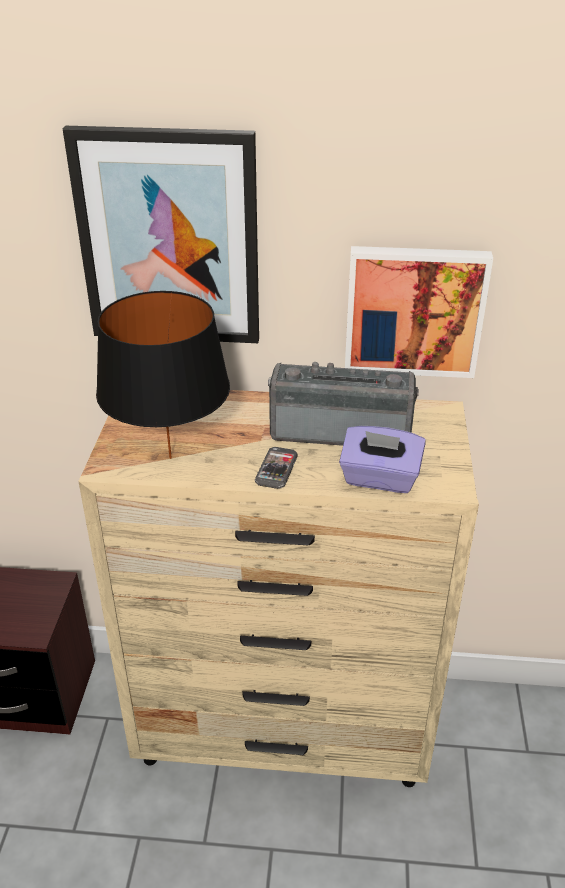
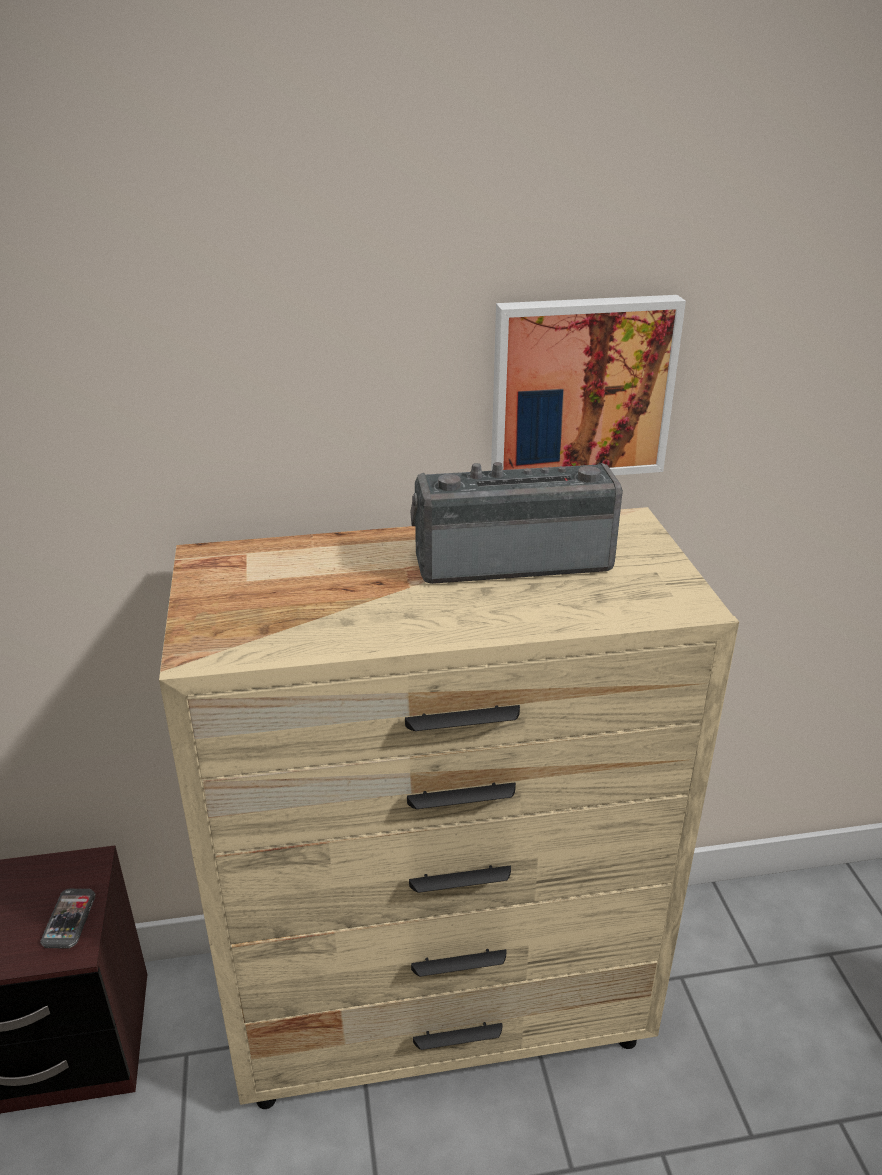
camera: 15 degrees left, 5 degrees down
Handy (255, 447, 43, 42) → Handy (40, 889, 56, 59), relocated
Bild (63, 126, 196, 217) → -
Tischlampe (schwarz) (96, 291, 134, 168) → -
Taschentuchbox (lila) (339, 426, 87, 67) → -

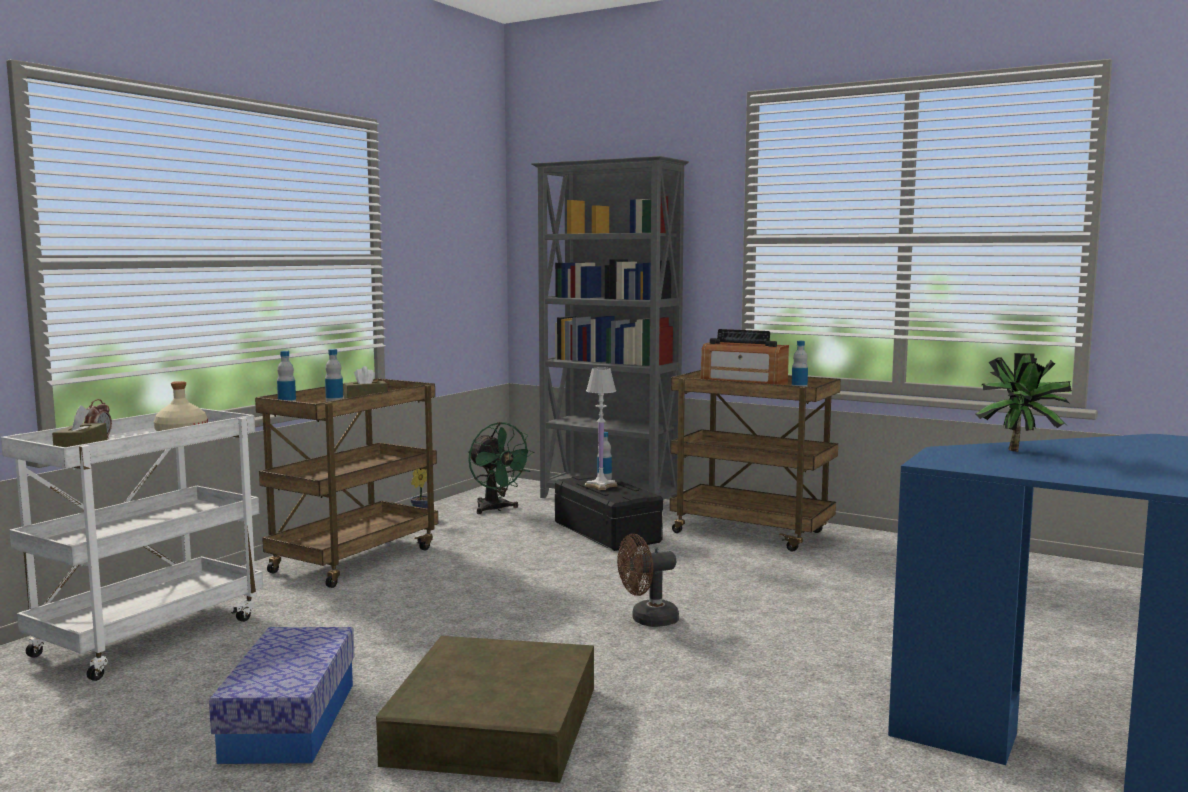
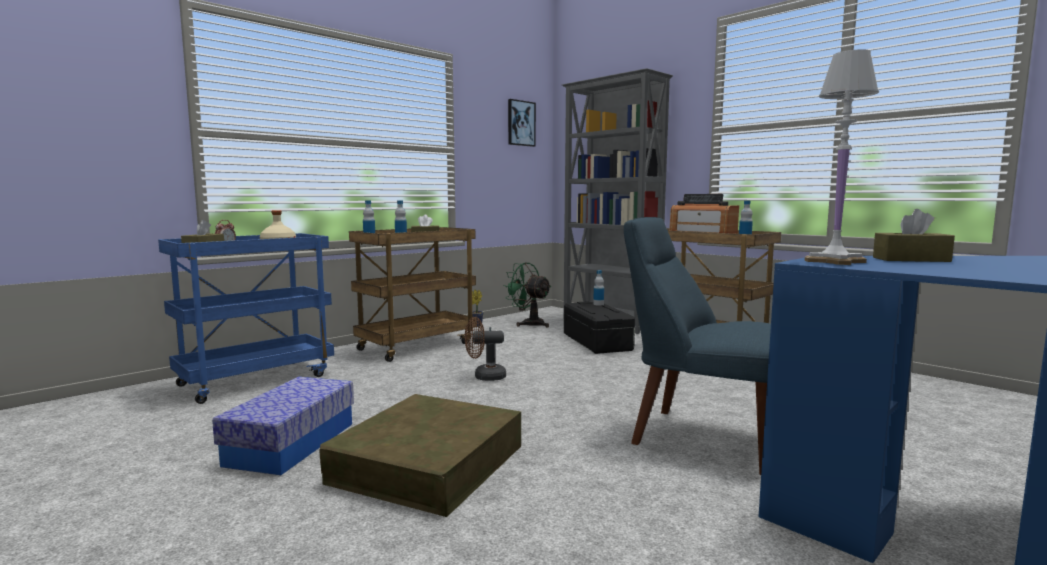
camera: 15 degrees right, 0 degrees up
Rollwagen (weiß) (1, 408, 262, 273) → Rollwagen (blau) (158, 233, 176, 171)
Ventilator (braun) (617, 534, 62, 93) → Ventilator (braun) (465, 317, 41, 64), relocated
Ventilator (grün) (468, 422, 66, 92) → Ventilator (grün) (503, 262, 49, 66), 150 degrees clockwise
- → Bild (508, 99, 28, 48)
- → Stuhl (blau) (624, 217, 147, 258)
Tischlampe (weiß) (585, 368, 32, 122) → Tischlampe (weiß) (804, 49, 75, 216), relocated
Topfpflanze (972, 353, 100, 99) → Taschentuchbox (braun) (873, 209, 82, 53)

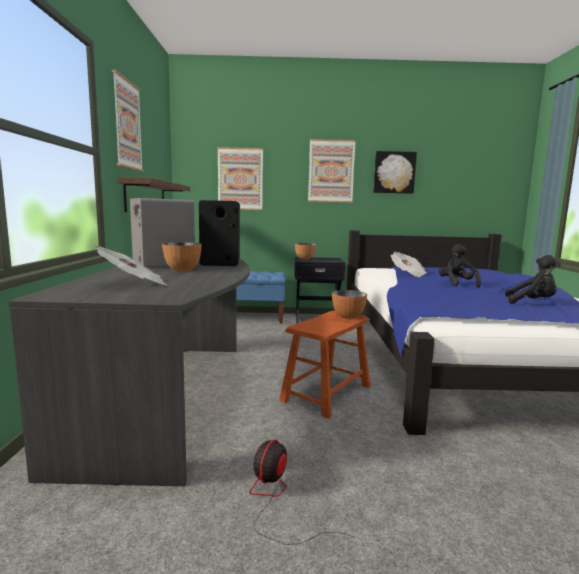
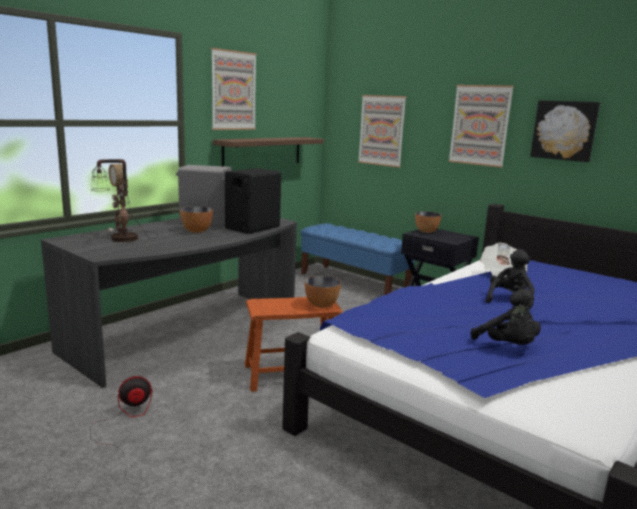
camera: 40 degrees right, 5 degrees up
Zeitung (92, 245, 76, 41) → Tischlampe (91, 159, 67, 83)

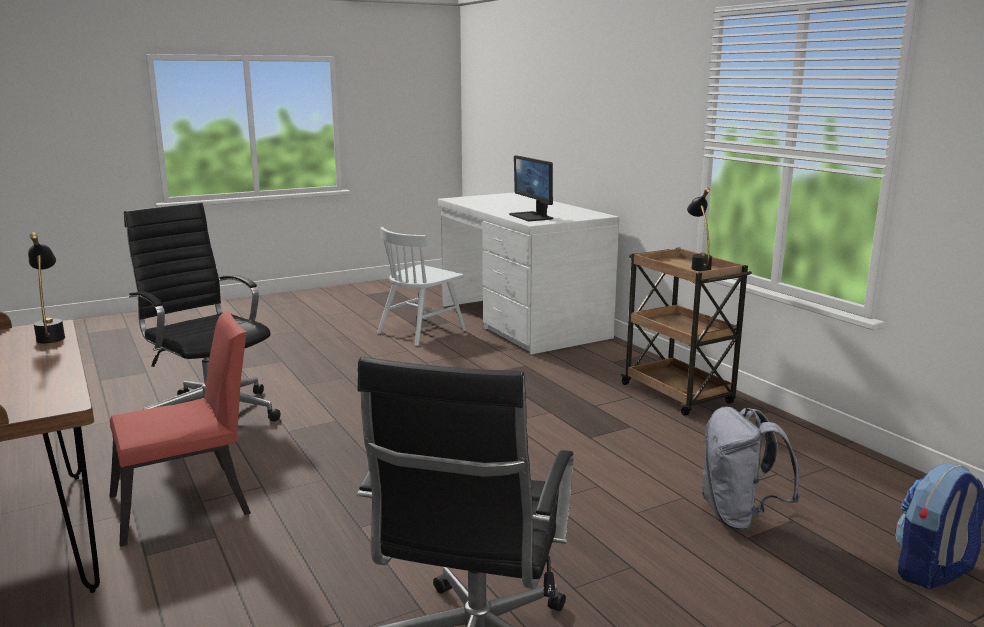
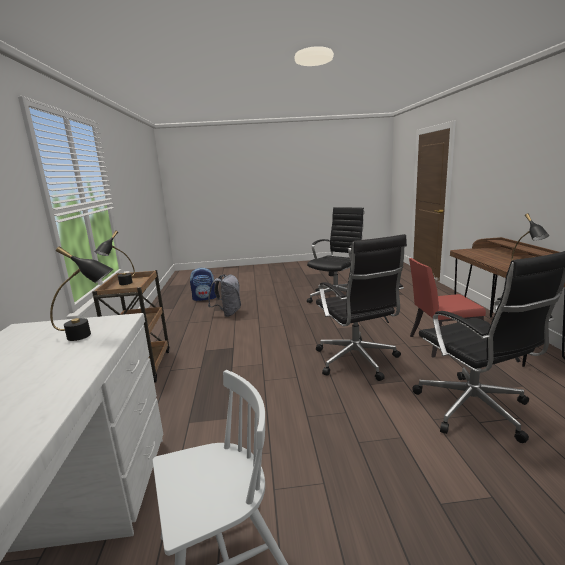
camera: 155 degrees left, 0 degrees up
Monitor (509, 155, 44, 66) → Tischlampe (schwarz) (50, 246, 63, 95)
- → Bürostuhl (schwarz) (316, 234, 91, 147)

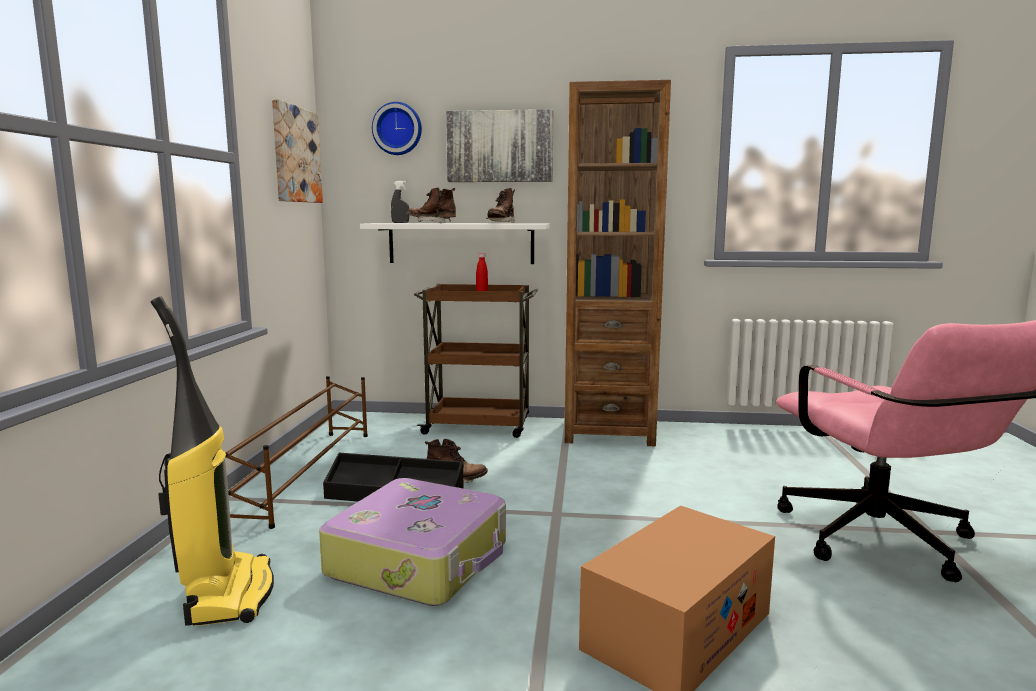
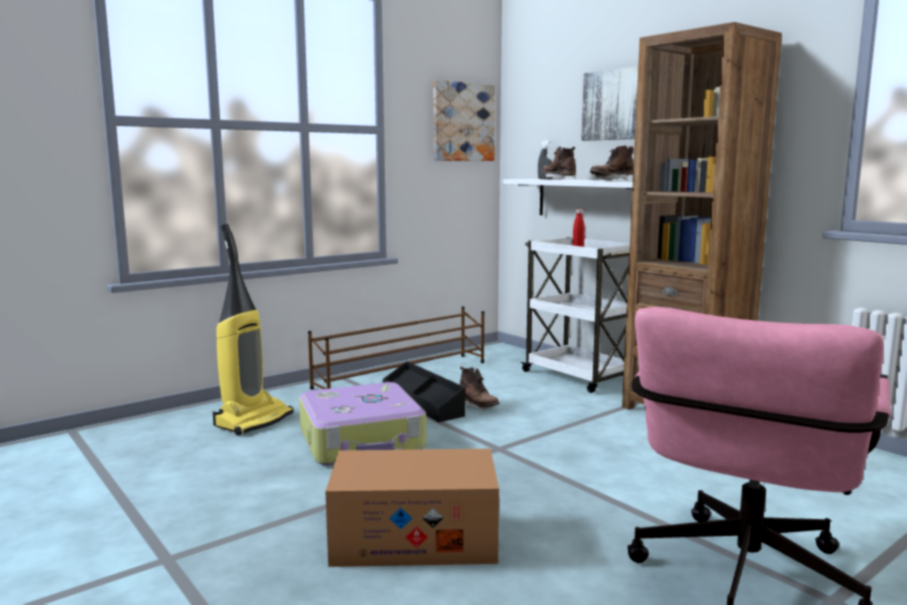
camera: 45 degrees right, 0 degrees up
Rollwagen (braun) (414, 284, 124, 154) → Rollwagen (weiß) (520, 237, 110, 156)
Wanduhr (372, 102, 50, 53) → -

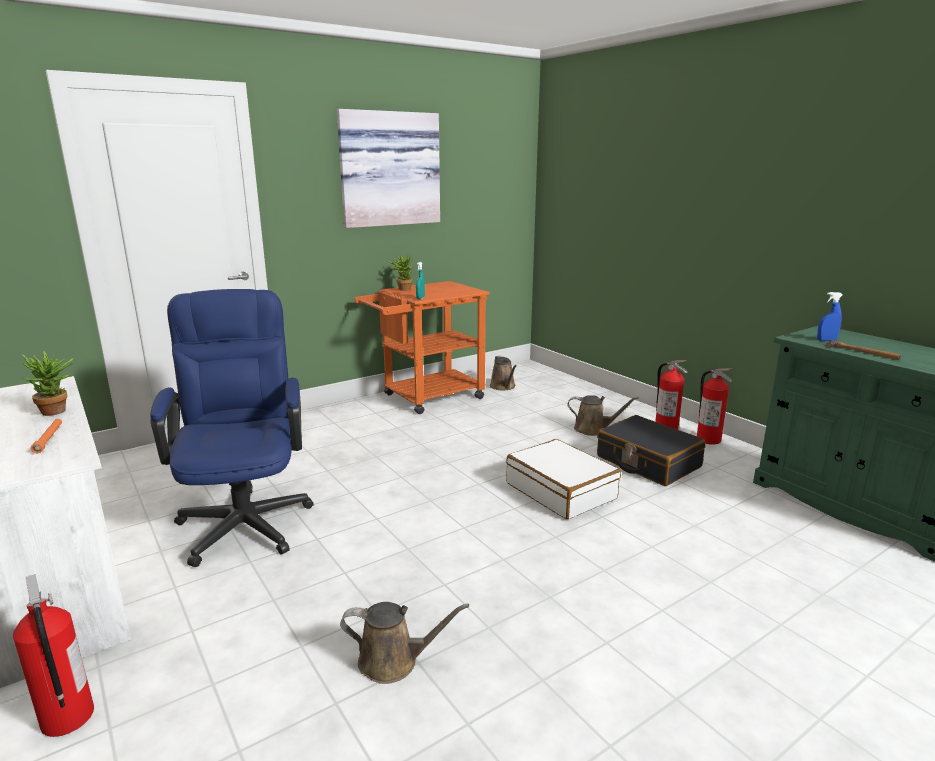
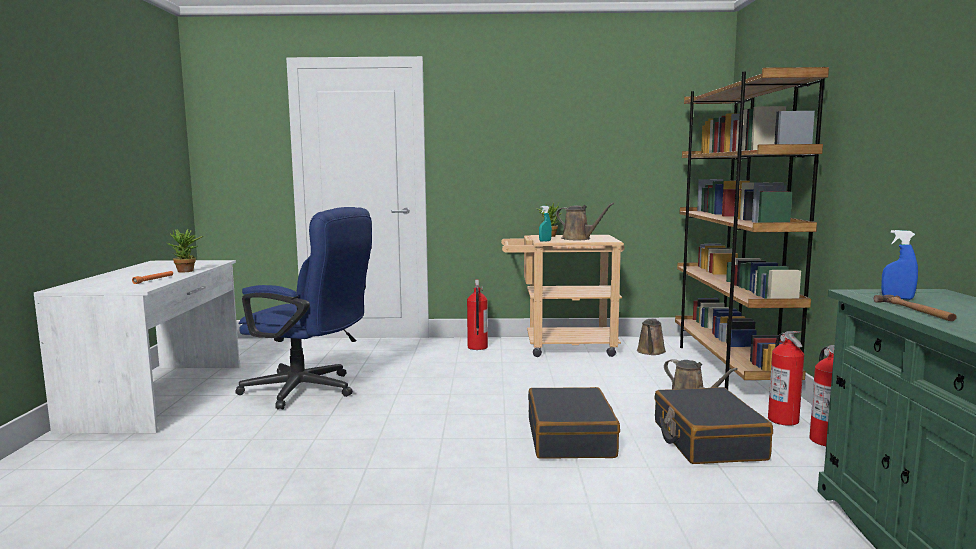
camera: 35 degrees right, 10 degrees down
Bürostuhl (blau) (150, 289, 163, 278) → Bürostuhl (blau) (235, 207, 137, 203), 90 degrees clockwise
Feuerlöscher (13, 574, 81, 163) → Feuerlöscher (467, 279, 21, 71), relocated
Rollwagen (orange) (354, 281, 136, 133) → Rollwagen (beige) (501, 235, 124, 122)
Koffer (weiß) (506, 439, 115, 80) → Koffer (schwarz) (528, 387, 92, 72)
Gießkanne (braun) (340, 602, 129, 82) → Gießkanne (braun) (556, 203, 58, 37), relocated
- → Bücherregal (braun) (675, 67, 154, 322)
Bild (337, 109, 103, 119) → -

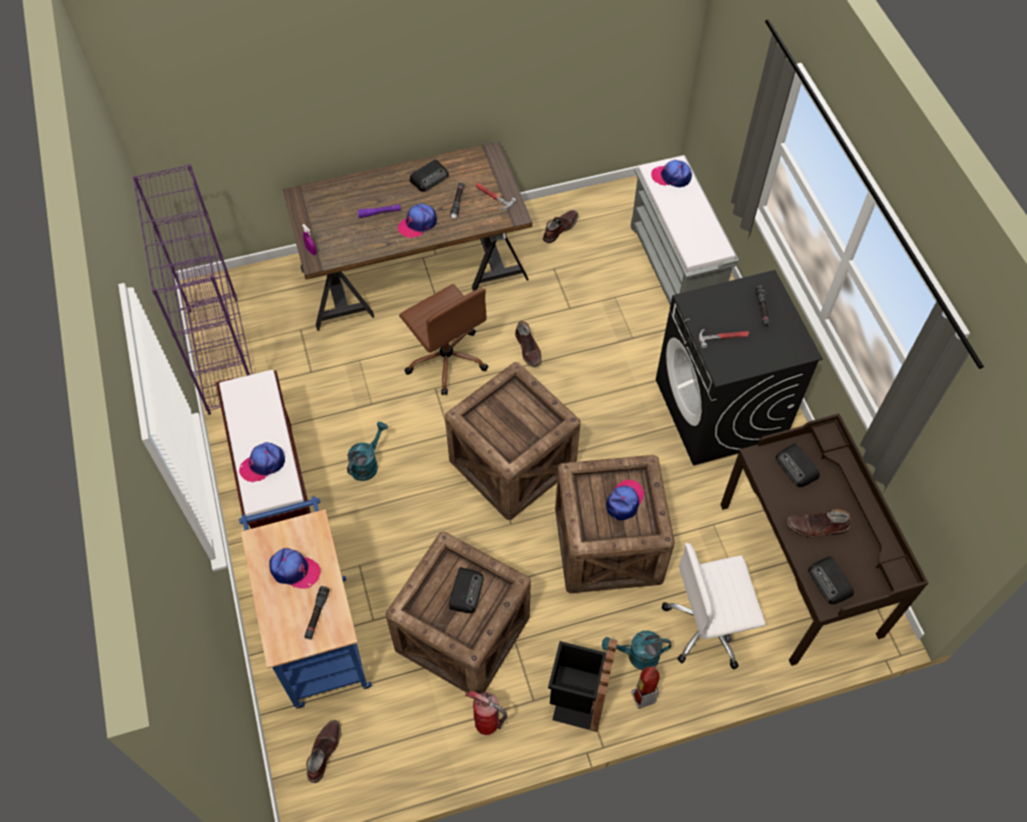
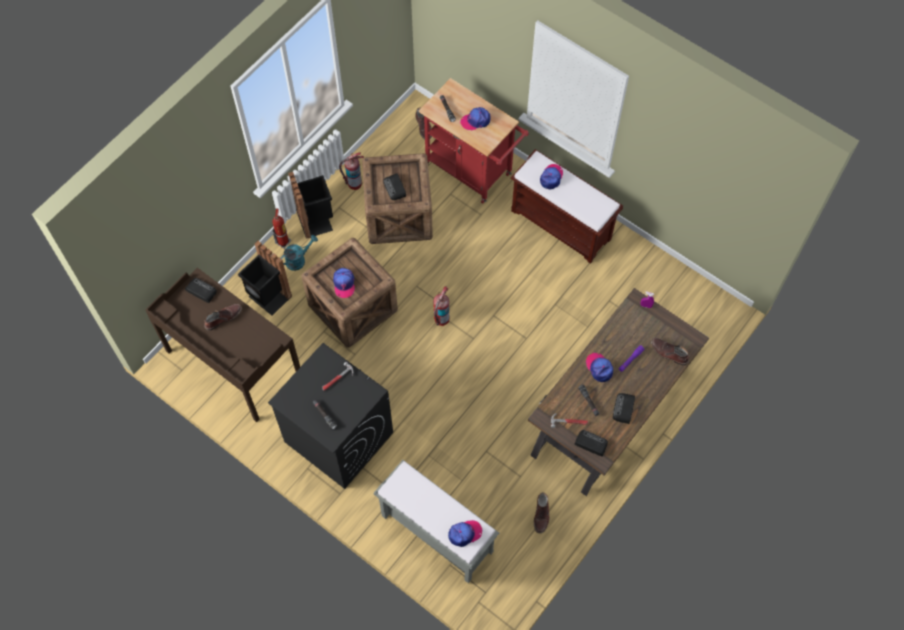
camera: 145 degrees right, 5 degrees up
Bürostuhl (weiß) (662, 543, 104, 126) → Mülleimer (schwarz) (238, 241, 54, 74)
Rollwagen (blau) (239, 496, 133, 213) → Rollwagen (rot) (419, 78, 110, 126)
Kiste (445, 362, 136, 158) → Feuerlöscher (433, 286, 17, 40)
Radio (776, 443, 44, 44) → Radio (575, 430, 33, 26), relocated
Kappe (398, 204, 39, 34) → Kappe (585, 353, 28, 29), 45 degrees counterclockwise
Stiefel (braun) (515, 321, 27, 46) → Stiefel (braun) (651, 338, 38, 27), relocated
Bücherregal (lila) (133, 164, 120, 251) → -
Gießkanne (türkis) (347, 422, 41, 59) → -
Bürostuhl (braun) (399, 284, 89, 111) → -

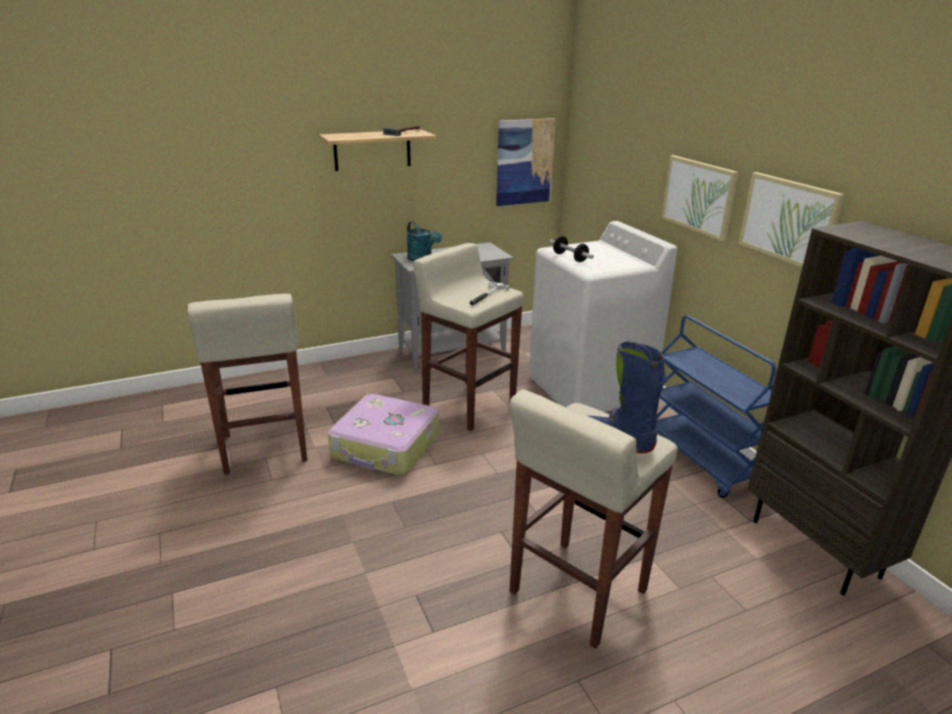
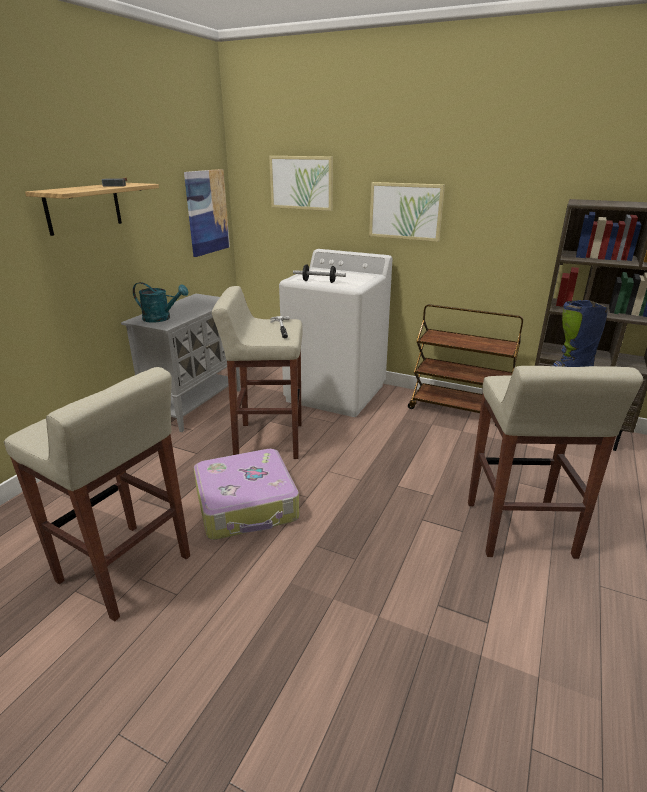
camera: 40 degrees left, 0 degrees up
Bild (738, 172, 107, 96) → Bild (269, 156, 64, 55), relocated
Rollwagen (blau) (656, 315, 120, 183) → Rollwagen (braun) (408, 304, 115, 123)

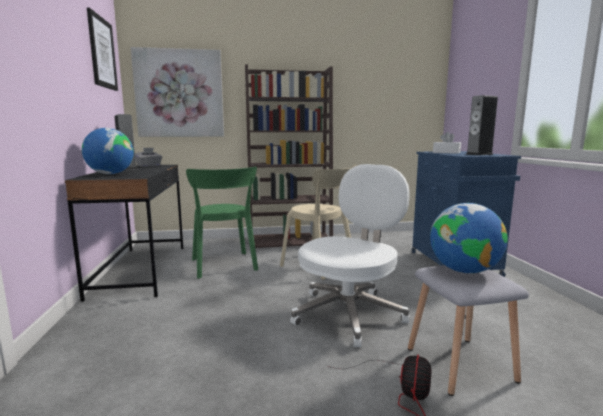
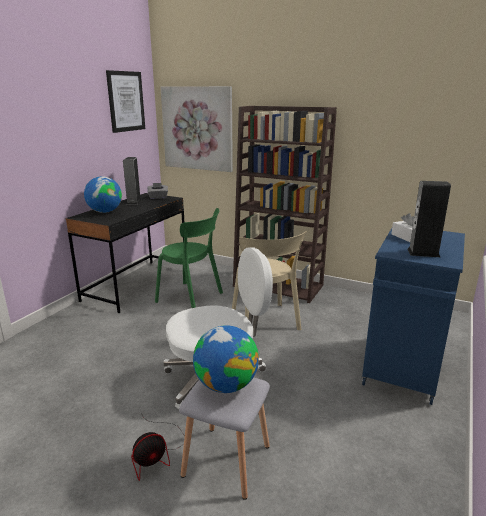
camera: 35 degrees right, 10 degrees up
Stuhl (grün) (186, 167, 72, 112) → Stuhl (grün) (155, 208, 68, 100), 75 degrees counterclockwise

